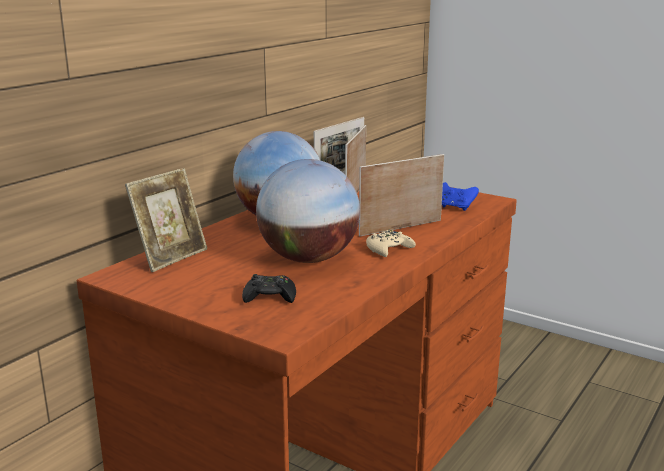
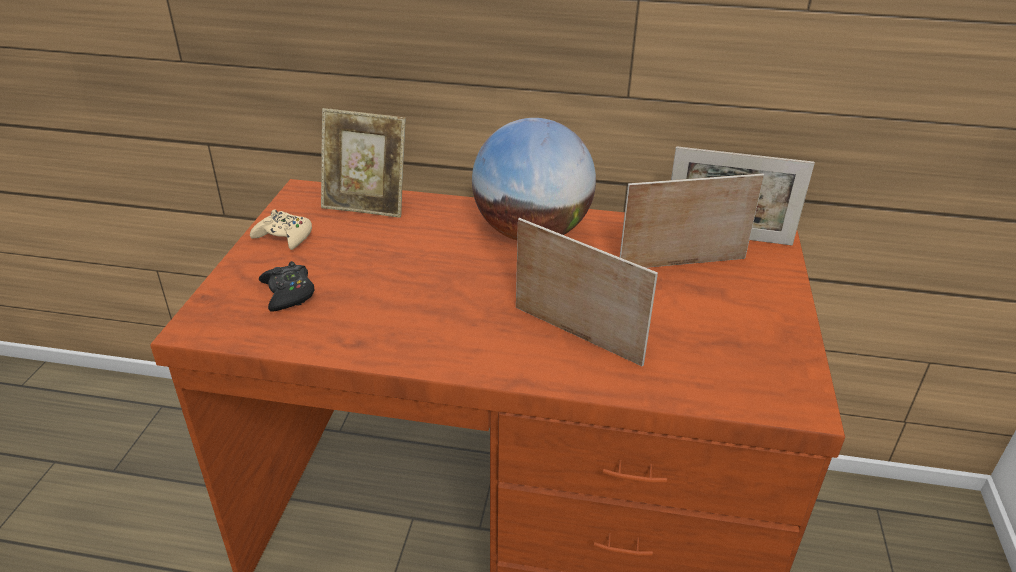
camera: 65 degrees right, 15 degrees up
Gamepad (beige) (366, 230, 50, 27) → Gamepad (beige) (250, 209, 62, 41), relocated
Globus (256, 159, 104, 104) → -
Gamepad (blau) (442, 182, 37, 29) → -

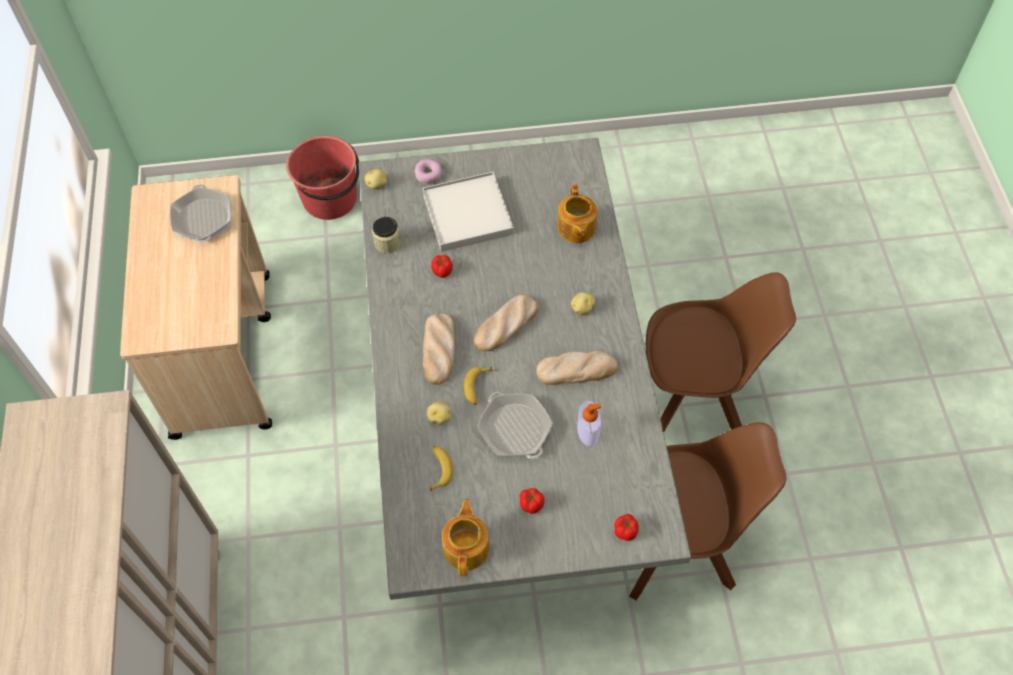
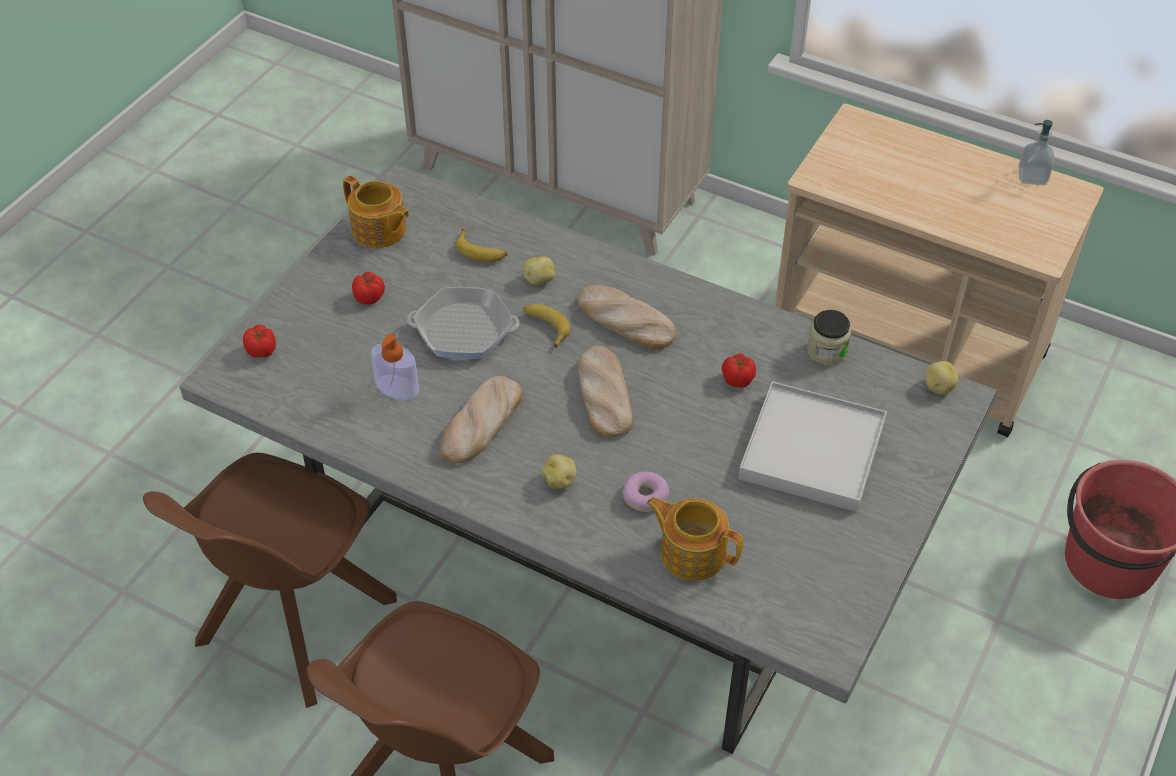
camera: 125 degrees right, 10 degrees down
Donut (414, 159, 27, 24) → Donut (623, 472, 46, 40), relocated
- → Seifenspender (1019, 120, 35, 65)
Pfanne (170, 185, 61, 58) → -

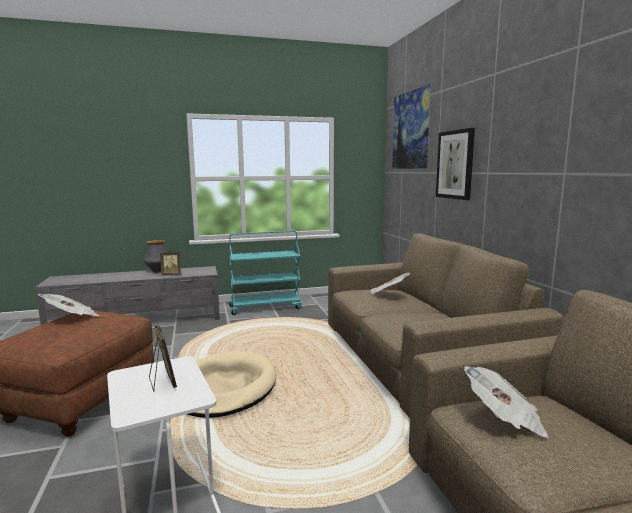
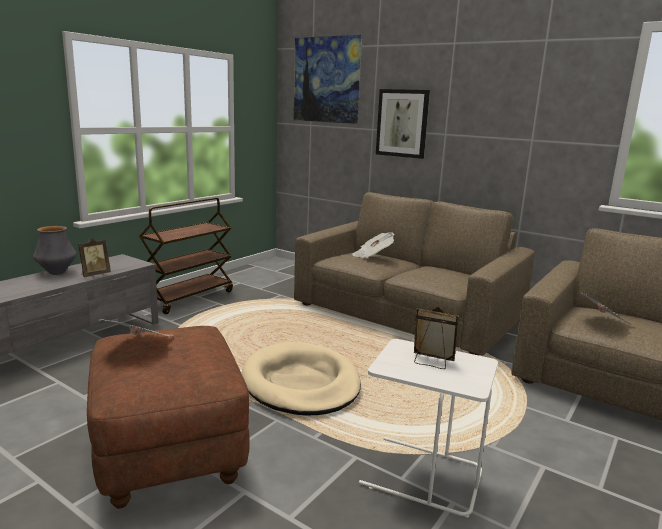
camera: 40 degrees left, 5 degrees up
Rollwagen (türkis) (229, 231, 73, 84) → Rollwagen (braun) (139, 198, 94, 116)

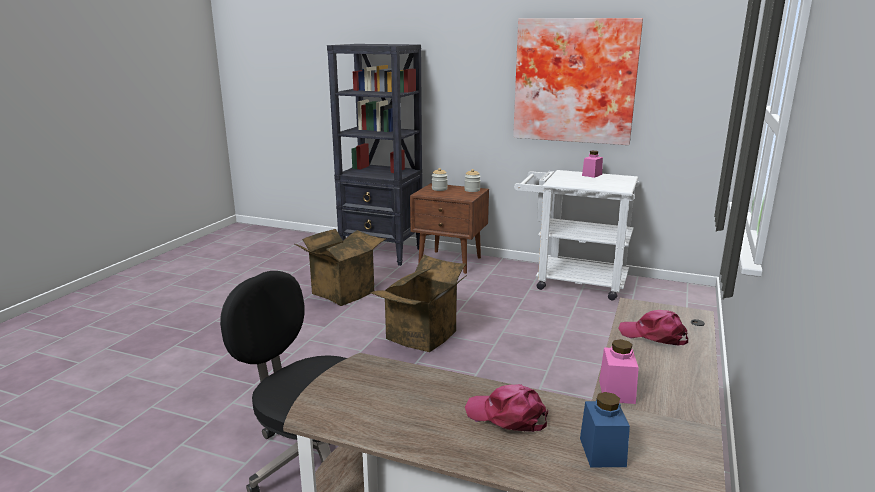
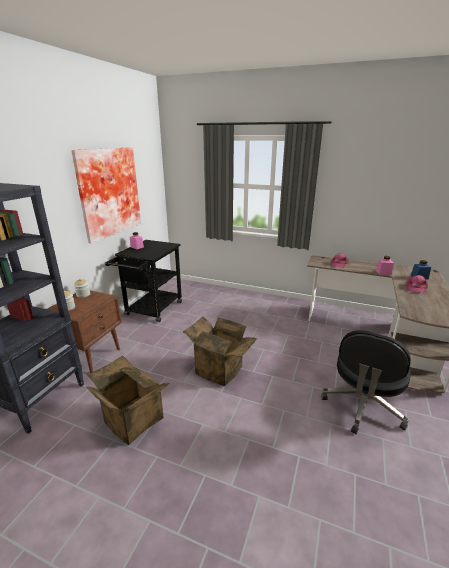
camera: 90 degrees left, 5 degrees up
Rollwagen (weiß) (514, 170, 125, 131) → Rollwagen (schwarz) (105, 240, 77, 82)

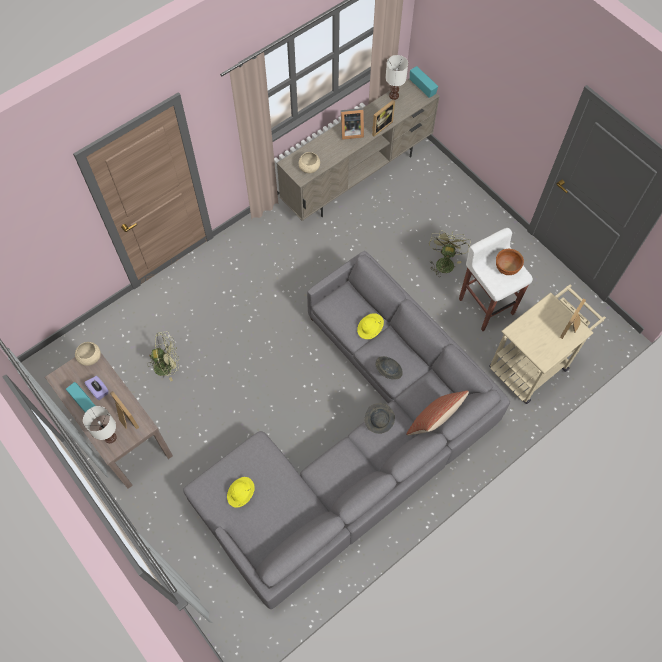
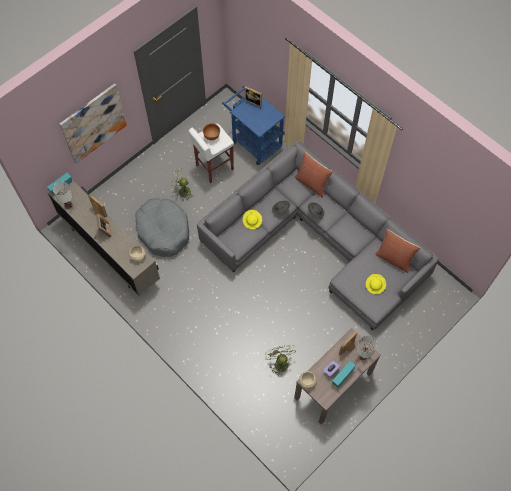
camera: 95 degrees left, 0 degrees up
- → Bild (59, 83, 68, 81)
- → Hundebett (grau) (135, 198, 54, 59)
Rollwagen (beige) (489, 284, 117, 120) → Rollwagen (blau) (222, 86, 63, 79)
- → Kissen (375, 229, 45, 44)

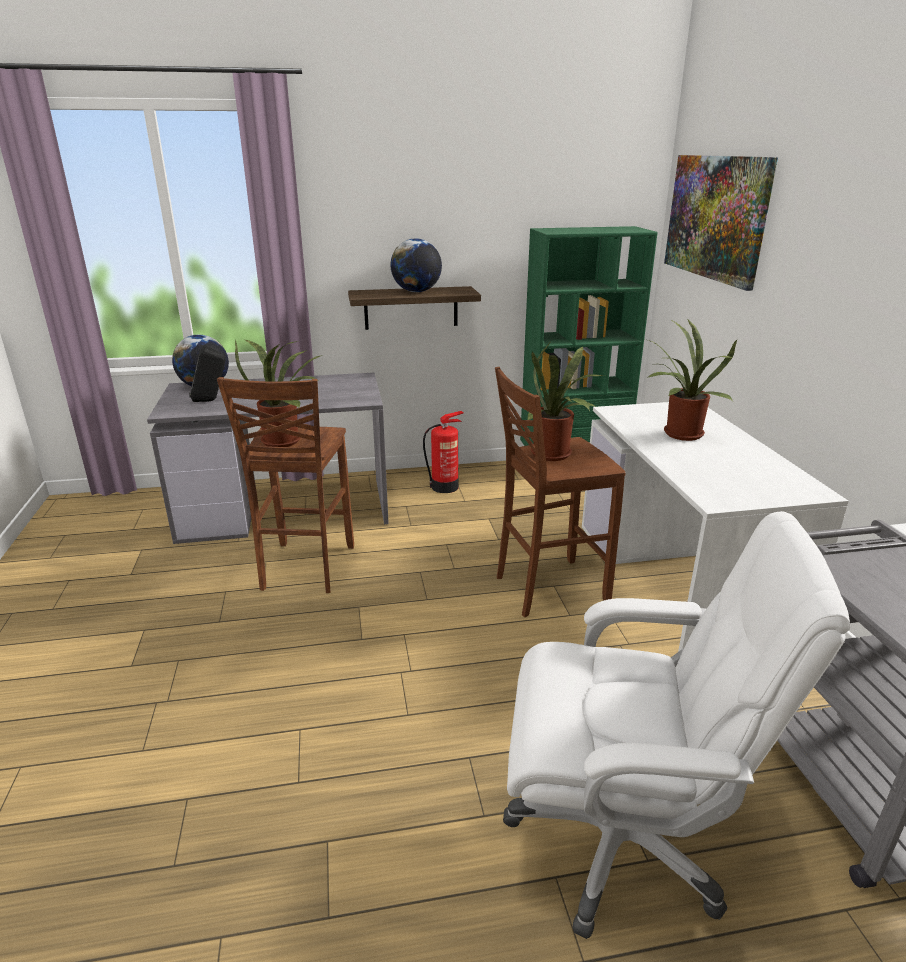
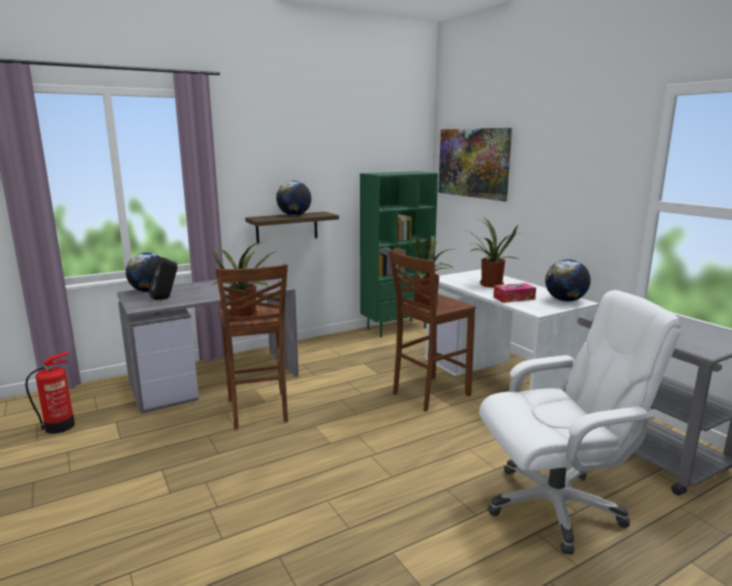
camera: 20 degrees left, 10 degrees down
Feuerlöscher (423, 411, 40, 82) → Feuerlöscher (25, 352, 50, 82), relocated
- → Taschentuchbox (493, 283, 43, 20)
- → Globus (545, 259, 46, 43)

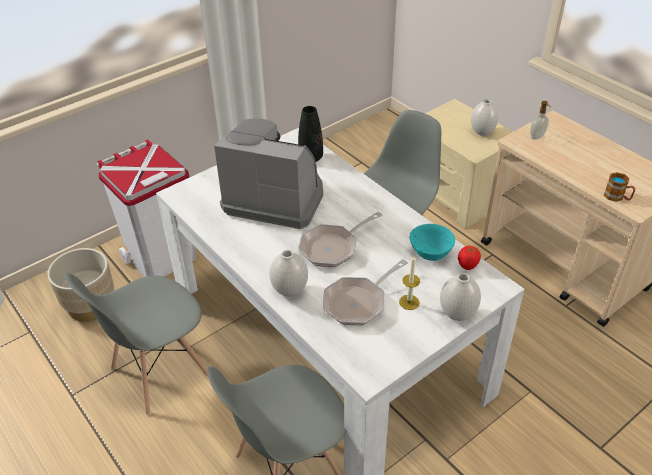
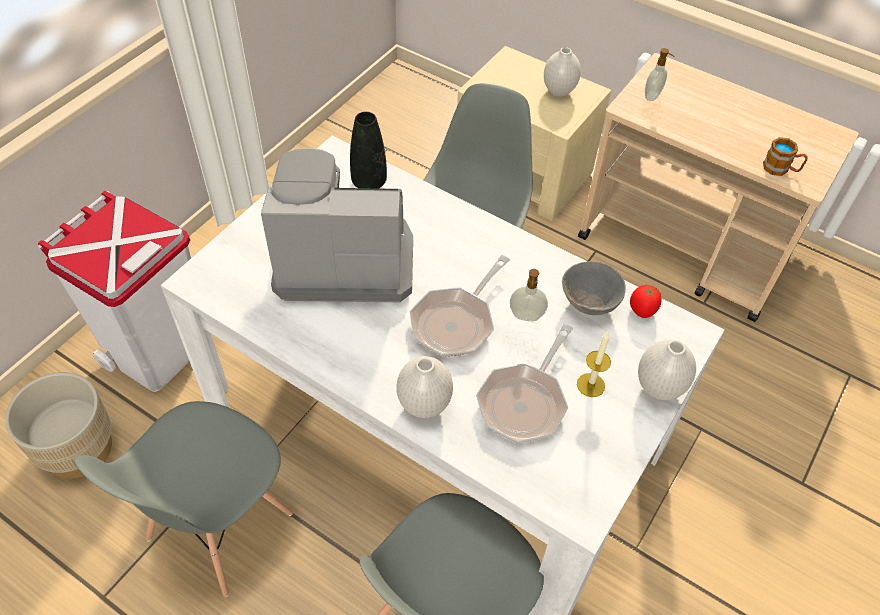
camera: 20 degrees left, 10 degrees up
- → Seifenspender (510, 269, 38, 52)
Schüssel (türkis) (409, 224, 46, 37) → Schüssel (grau) (562, 261, 64, 54)

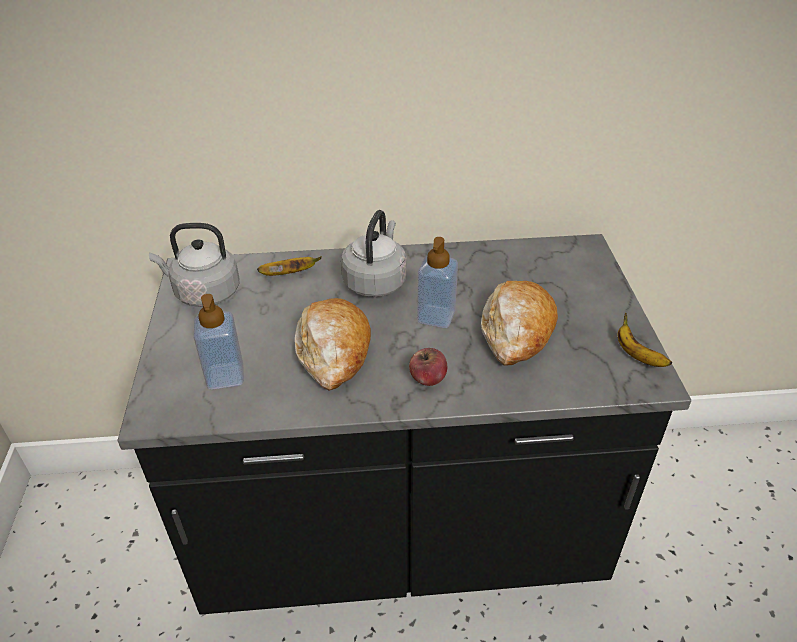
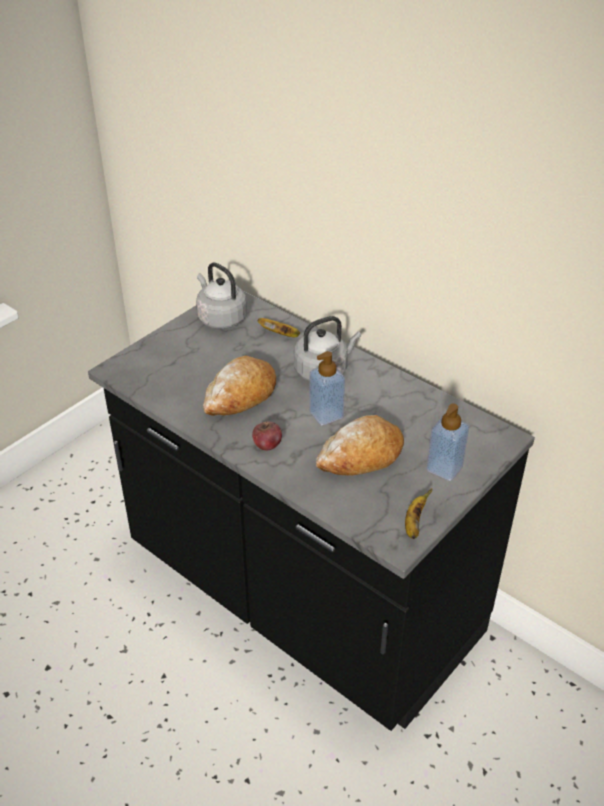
camera: 45 degrees right, 0 degrees up
Seifenspender (194, 294, 50, 96) → Seifenspender (427, 404, 42, 77), relocated

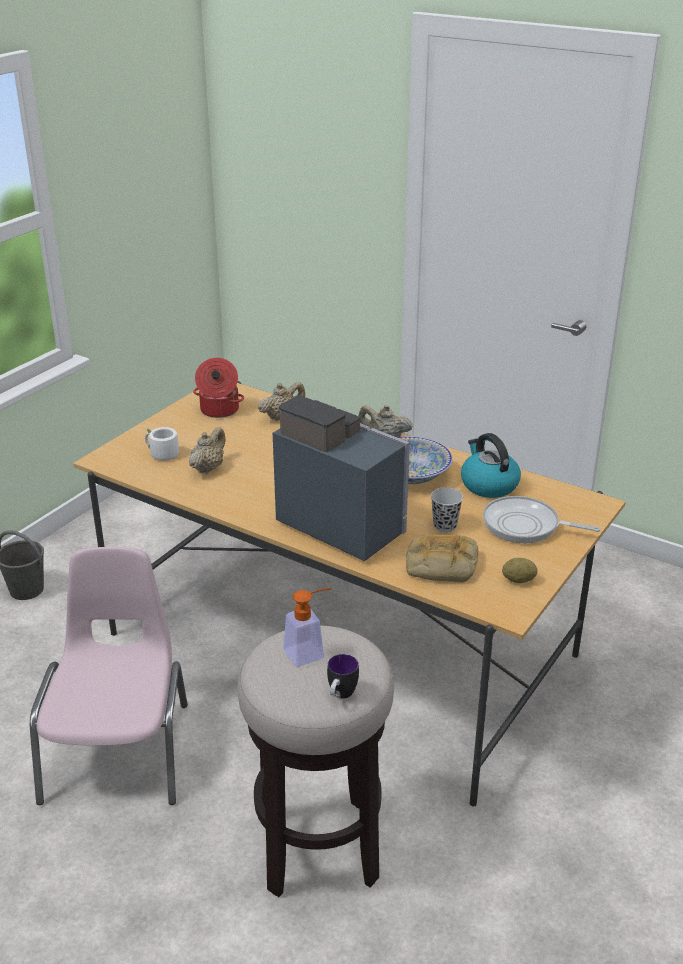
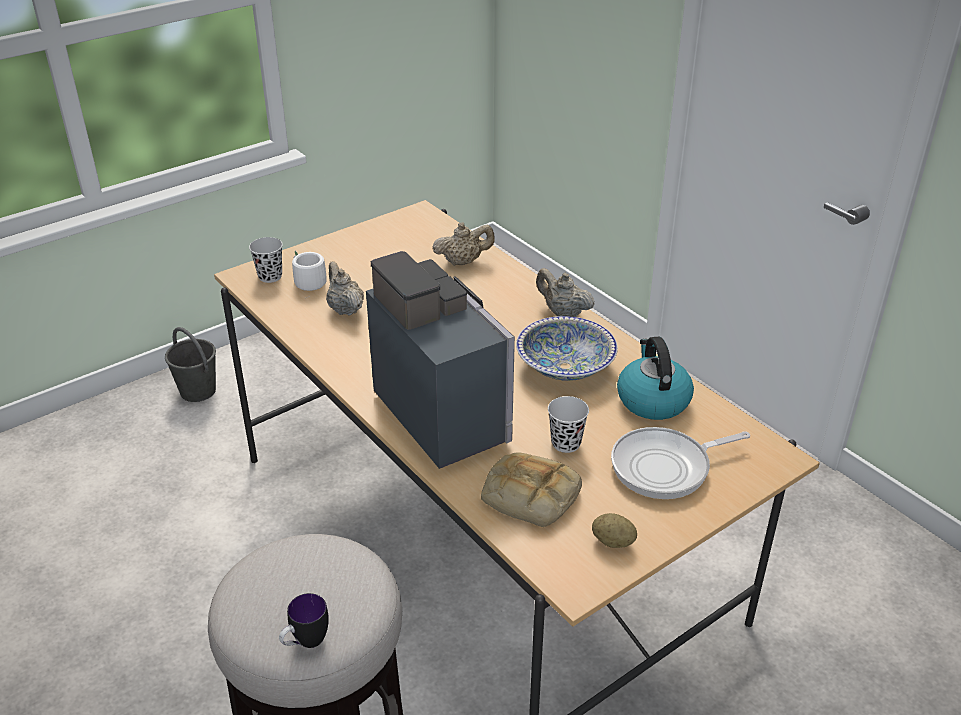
camera: 20 degrees right, 5 degrees up
- → Tasse (schwarz) (249, 237, 34, 46)
Teekanne (beige) (189, 427, 37, 47) → Teekanne (beige) (326, 261, 38, 55), 75 degrees counterclockwise
Pfanne (483, 496, 118, 47) → Pfanne (611, 427, 139, 72), 60 degrees counterclockwise
Stuhl (rosa) (30, 547, 158, 258) → -
Kochtopf (193, 358, 51, 60) → -
Seifenspender (283, 588, 49, 79) → -

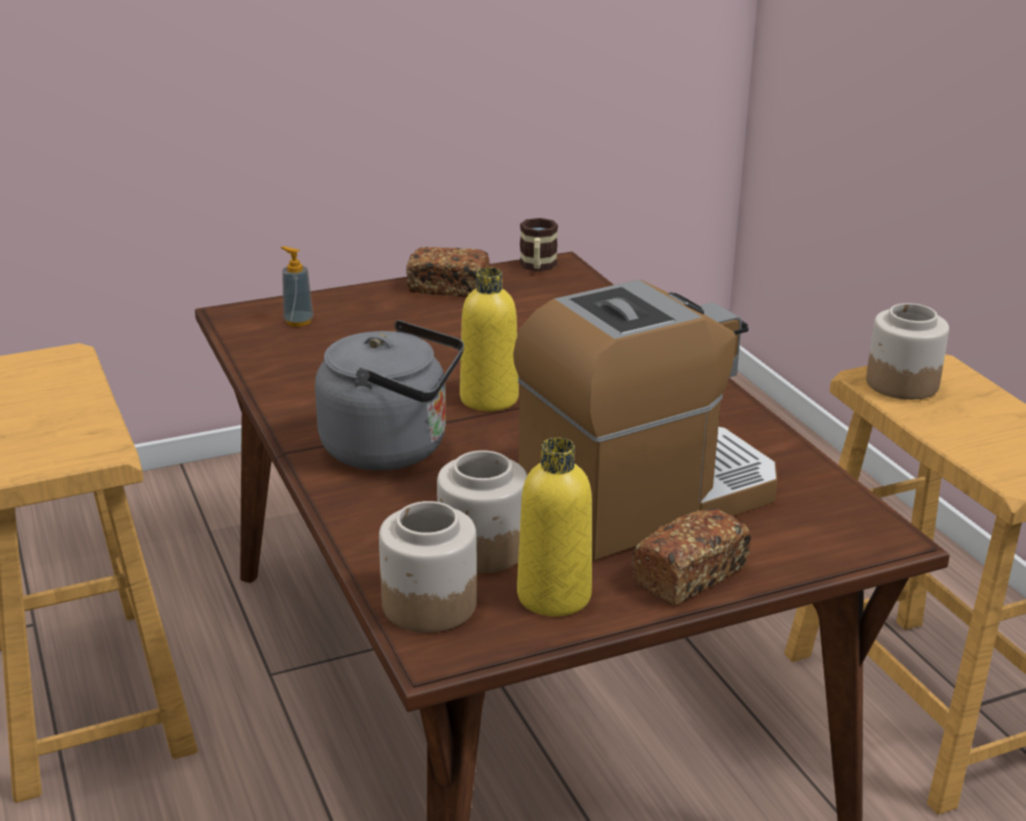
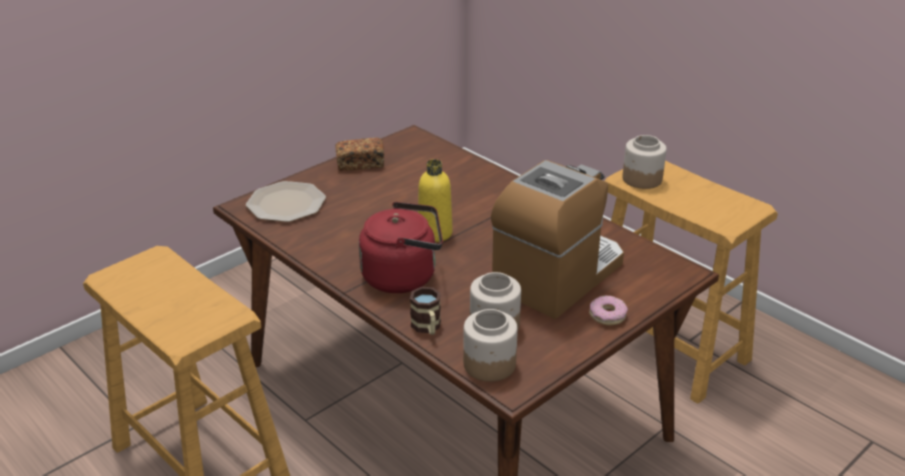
camera: 20 degrees left, 5 degrees up
Seifenspender (281, 246, 32, 81) → Teller (246, 181, 80, 41)
Wasserkessel (grau) (315, 320, 149, 151) → Wasserkessel (rot) (359, 202, 84, 91)
Henkelbecher (519, 218, 39, 53) → Henkelbecher (410, 287, 31, 48), relocated
Brot (632, 508, 119, 97) → Donut (589, 295, 39, 30)
Flasche (gelb) (517, 437, 75, 180) → -

